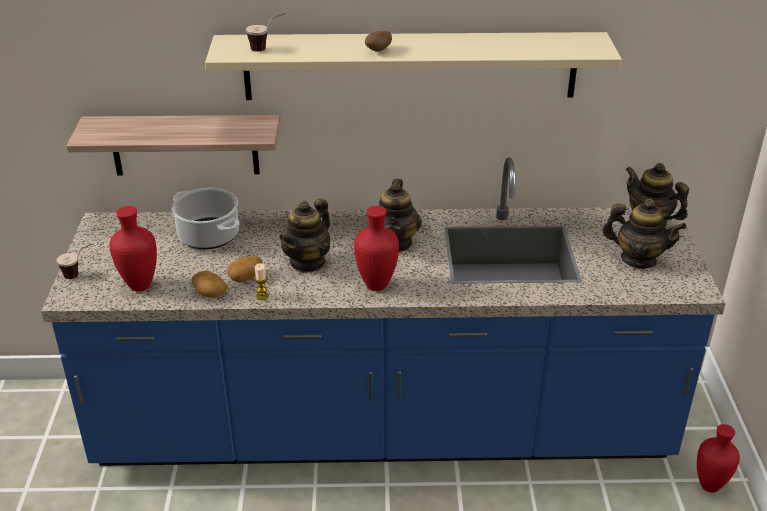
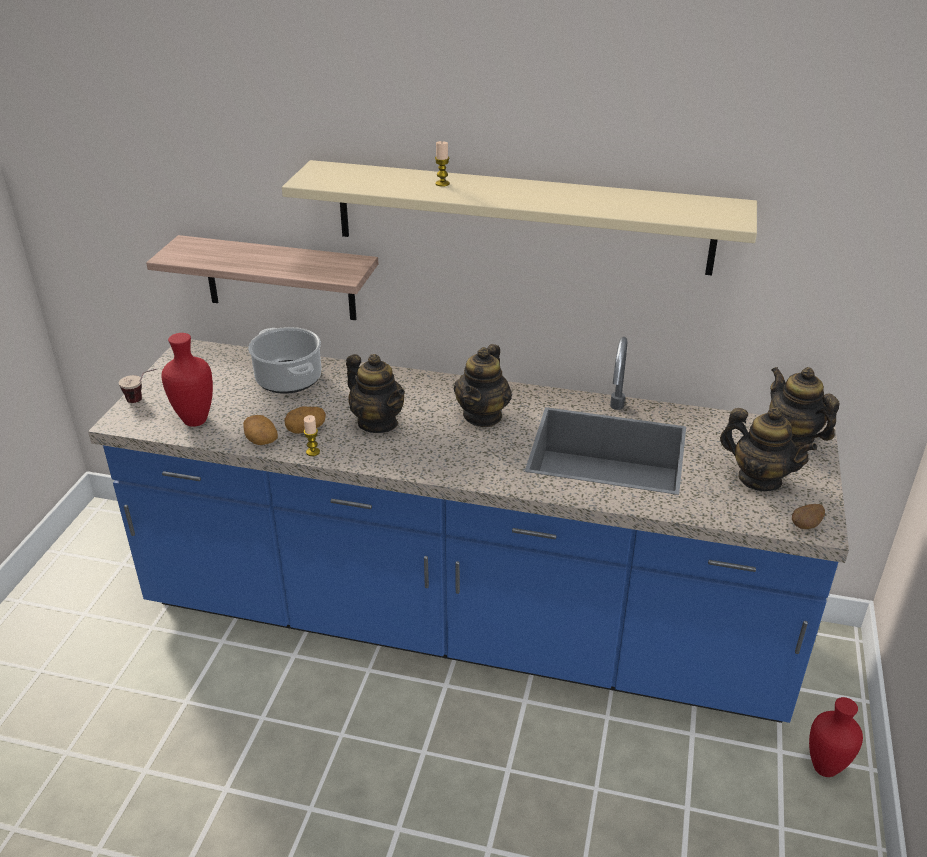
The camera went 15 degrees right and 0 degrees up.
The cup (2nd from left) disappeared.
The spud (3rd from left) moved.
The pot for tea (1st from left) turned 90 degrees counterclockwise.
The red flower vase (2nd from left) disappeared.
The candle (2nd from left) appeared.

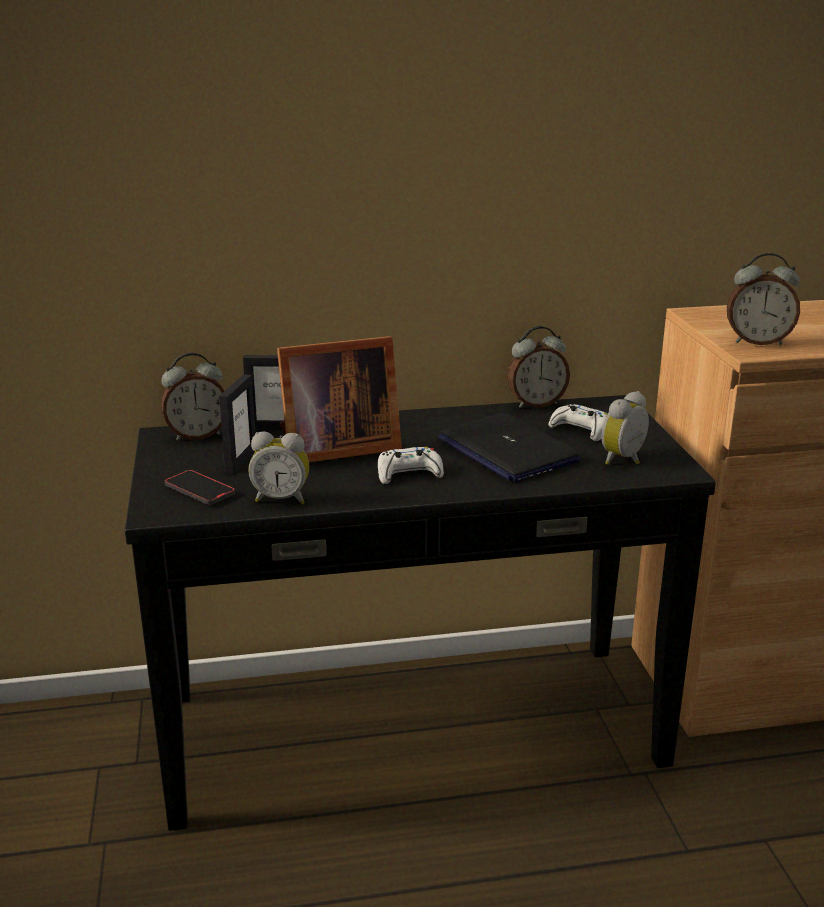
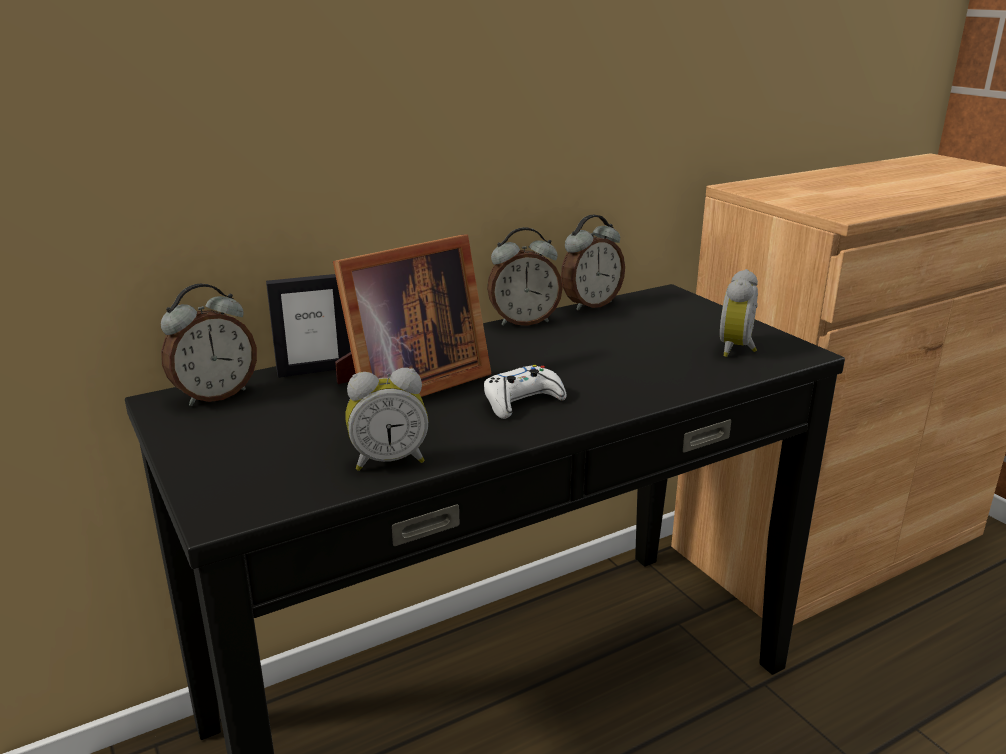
The camera went 20 degrees left and 0 degrees up.
The bedside clock (5th from left in the first image) moved.
The picture frame (1st from left) disappeared.
The whitish game controller (2nd from left) disappeared.
The notebook computer disappeared.
The handset disappeared.

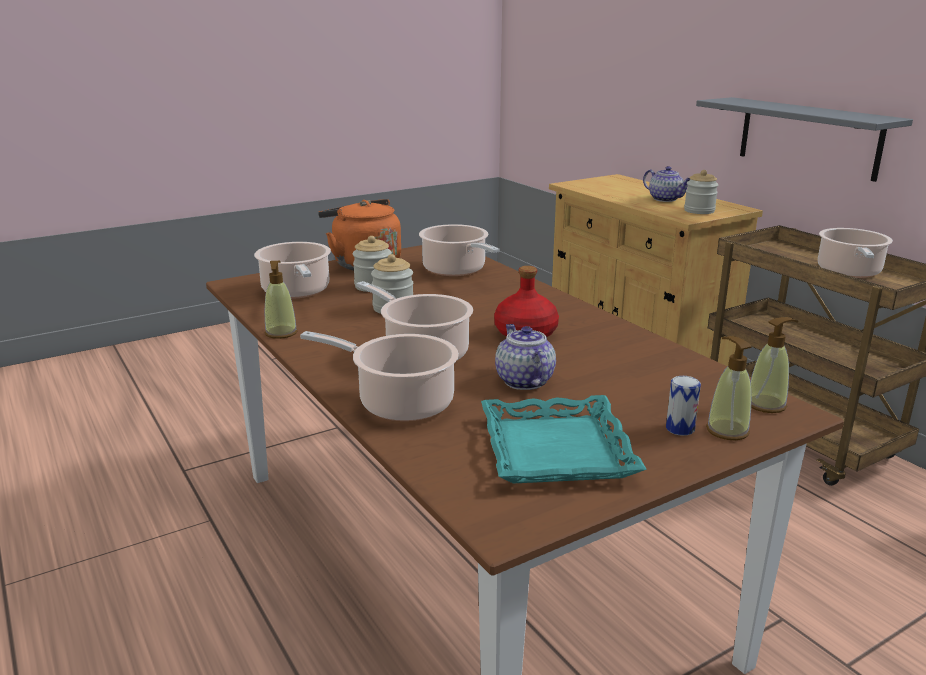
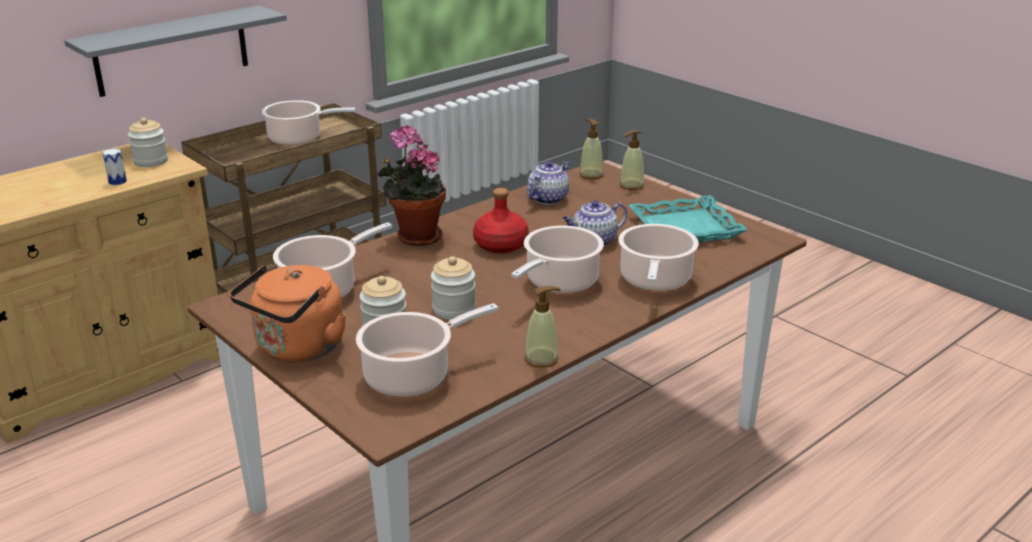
The camera went 100 degrees left and 5 degrees up.
The pot for tea (2nd from left in the first image) moved.
The can moved.
The houseplant appeared.

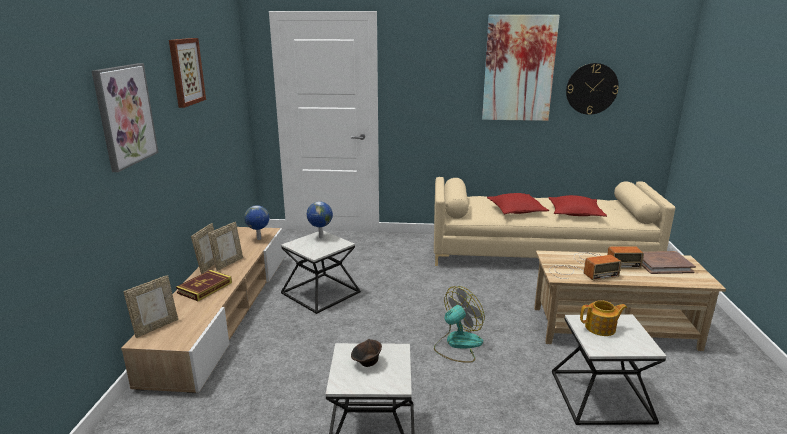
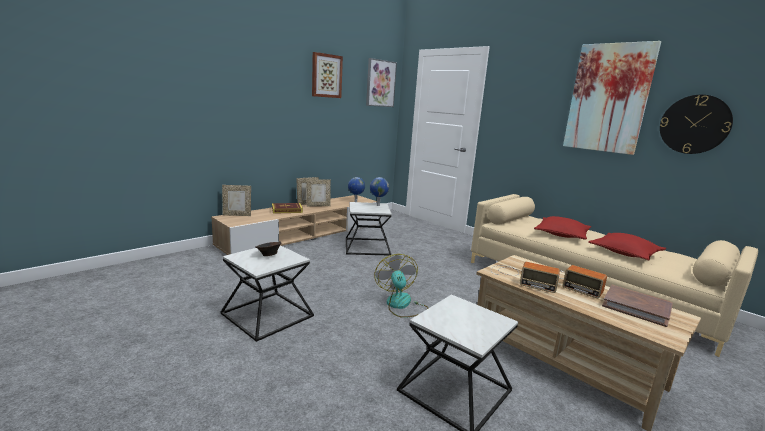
The camera went 40 degrees right and 5 degrees down.
The wall picture (1st from left in the first image) moved.
The fan turned 105 degrees counterclockwise.
The pot for tea disappeared.

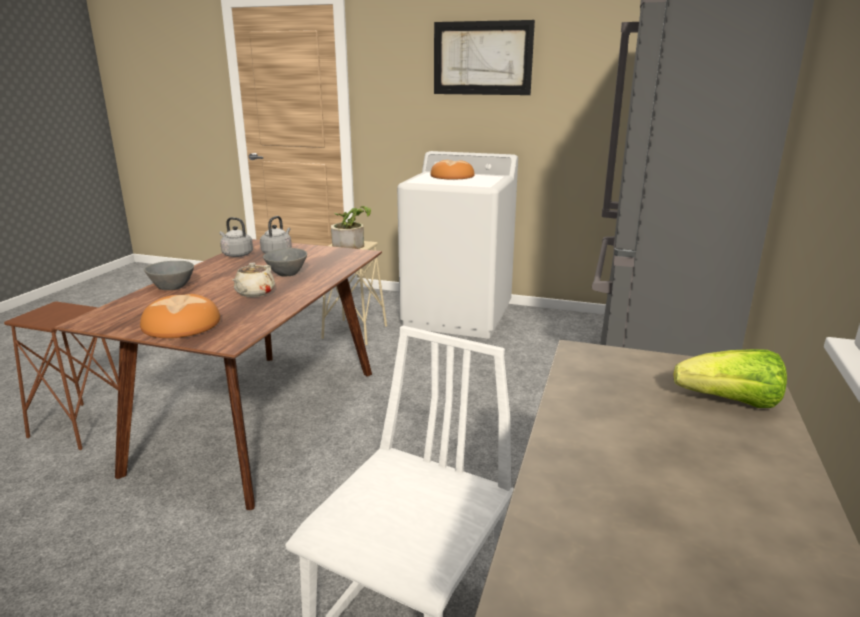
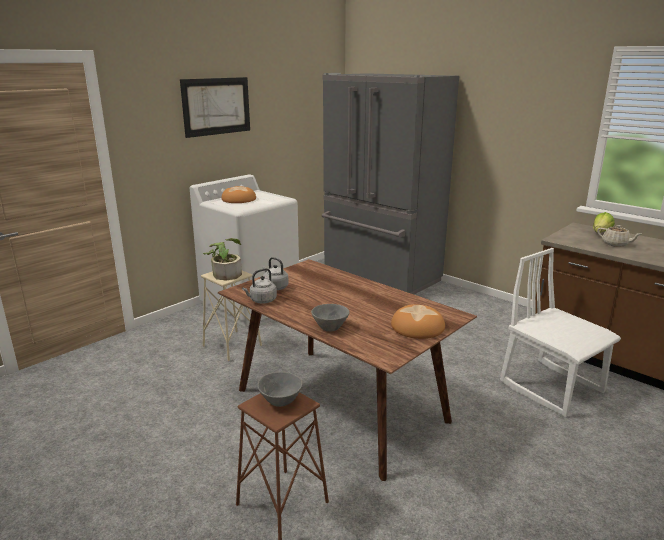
The camera went 65 degrees left and 0 degrees up.
The greyish serving bowl (2nd from left in the first image) moved.
The sand-coloured pot for tea moved.

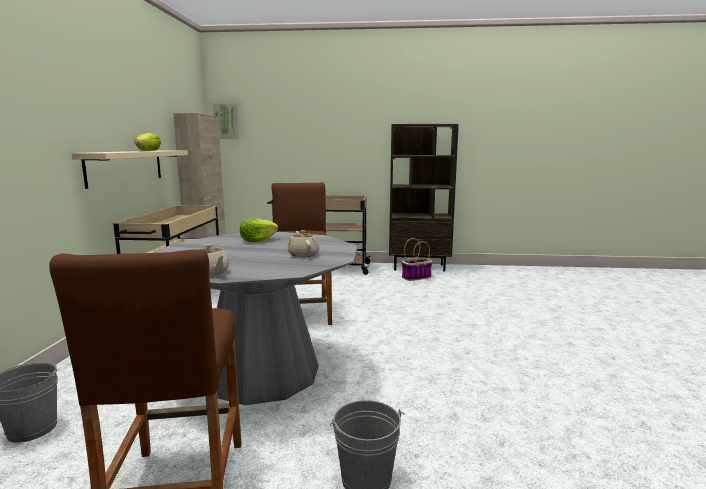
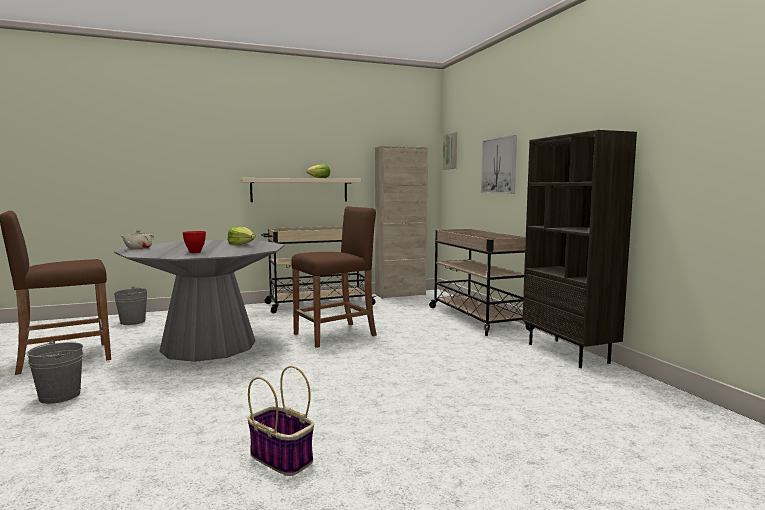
The camera went 65 degrees right and 5 degrees down.
The sand-coloured pot for tea (2nd from left) was replaced by the red serving bowl.
The basket moved.
The wall picture (2nd from left) appeared.

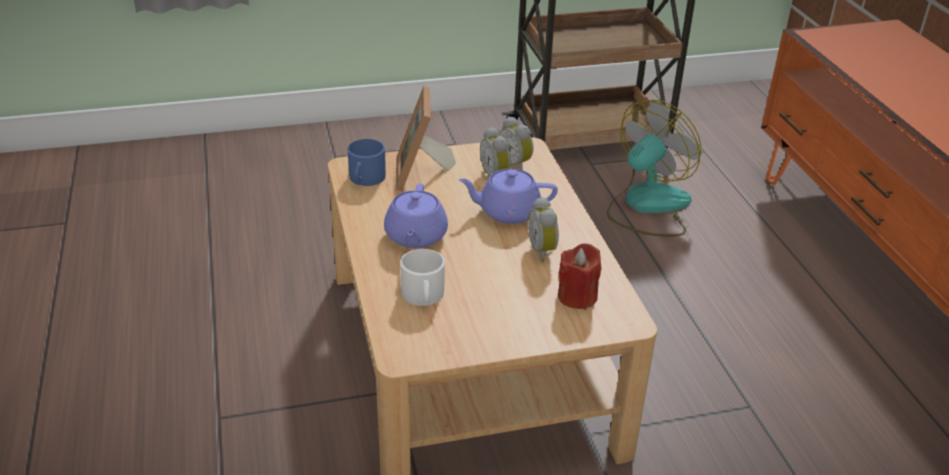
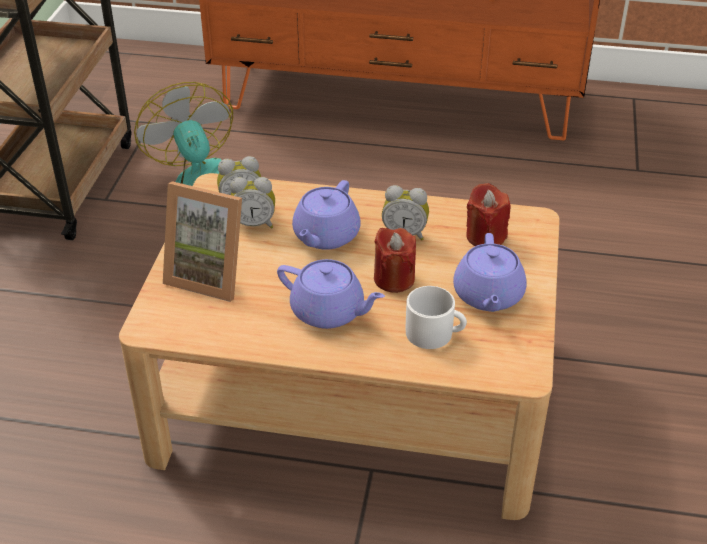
The camera went 65 degrees left and 5 degrees up.
The blue-coloured coffee mug disappeared.
The red candle (1st from left) appeared.
The purplish pot for tea (3rd from left) appeared.

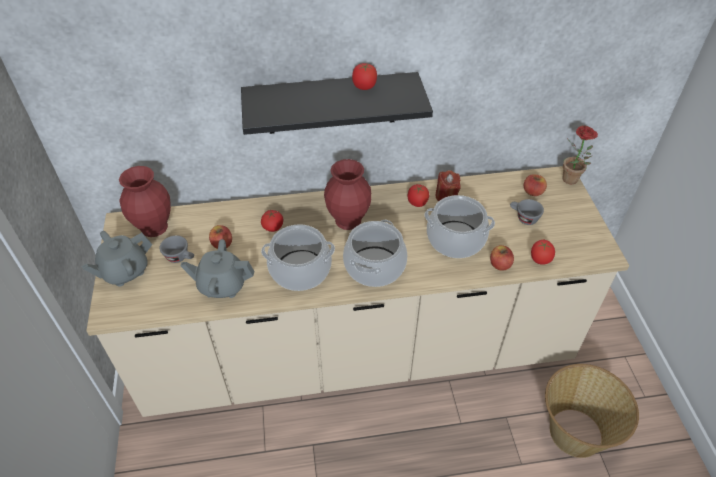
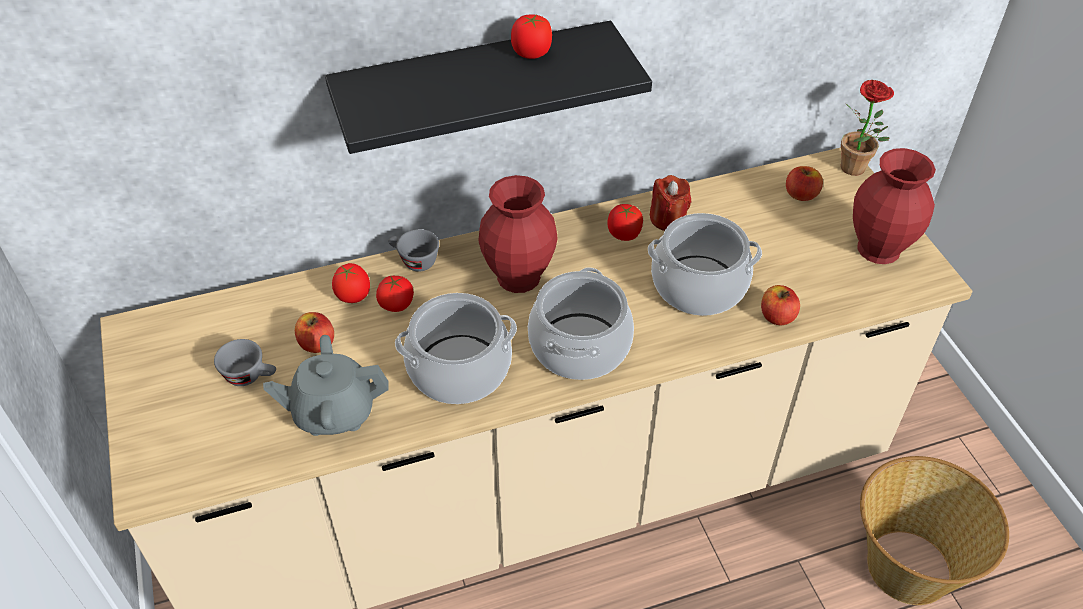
The camera went 10 degrees left and 0 degrees up.
The red flower vase (1st from left in the first image) moved.
The greyish cup (2nd from left) moved.
The greyish pot for tea (1st from left) disappeared.
The tomato (4th from left in the first image) moved.

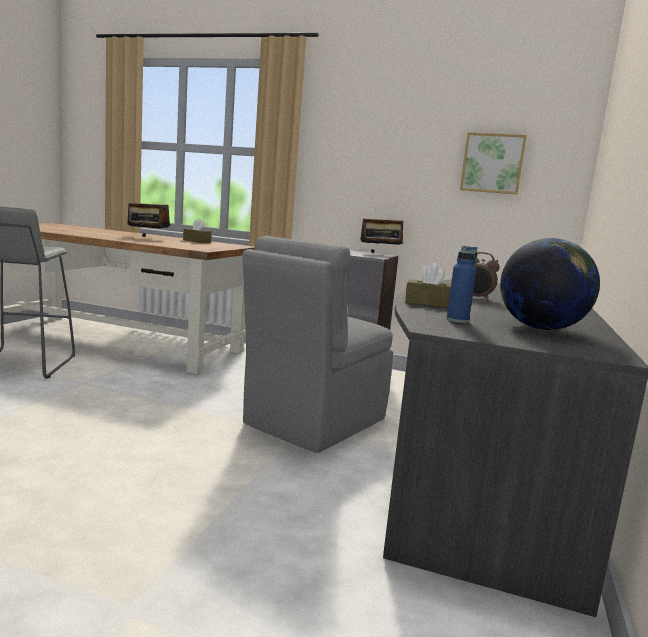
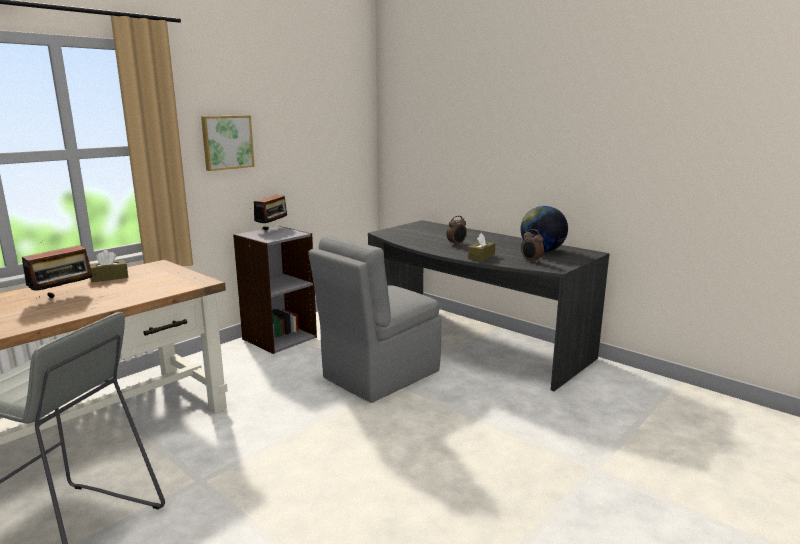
The camera went 65 degrees left and 5 degrees up.
The wall picture moved.
The greyish upright chair turned 75 degrees clockwise.
The blue-coloured beverage bottle was replaced by the bedside clock (2nd from left).

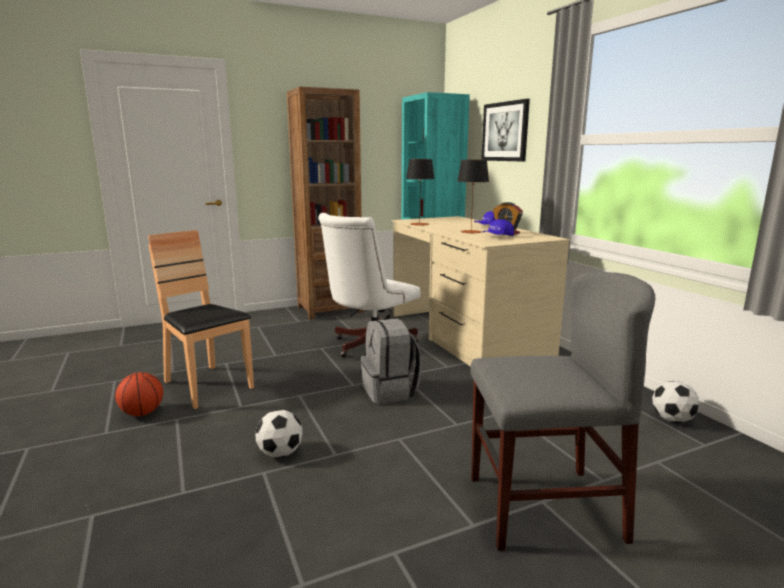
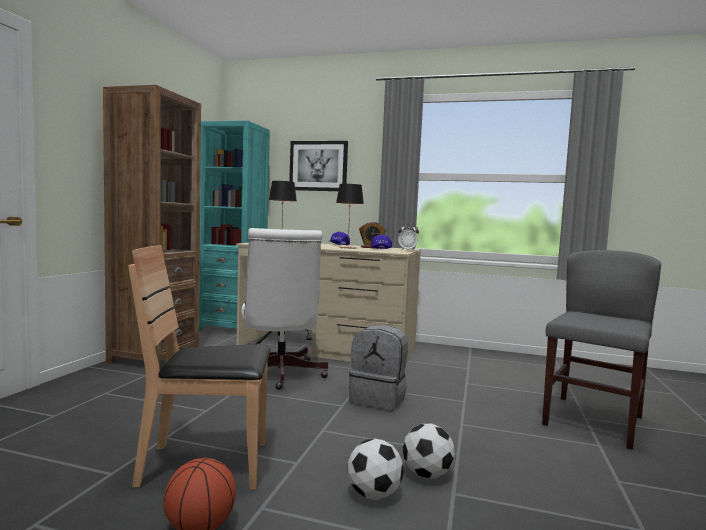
The camera went 50 degrees left and 10 degrees down.
The football ball (2nd from left in the first image) moved.
The bedside clock (2nd from left) appeared.

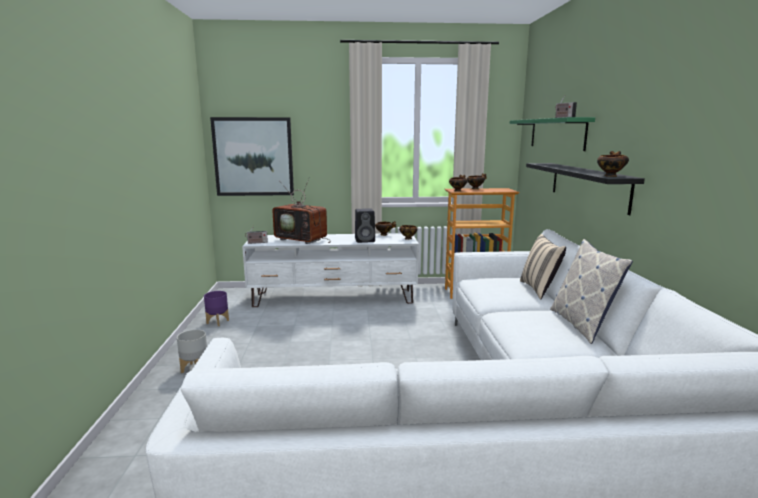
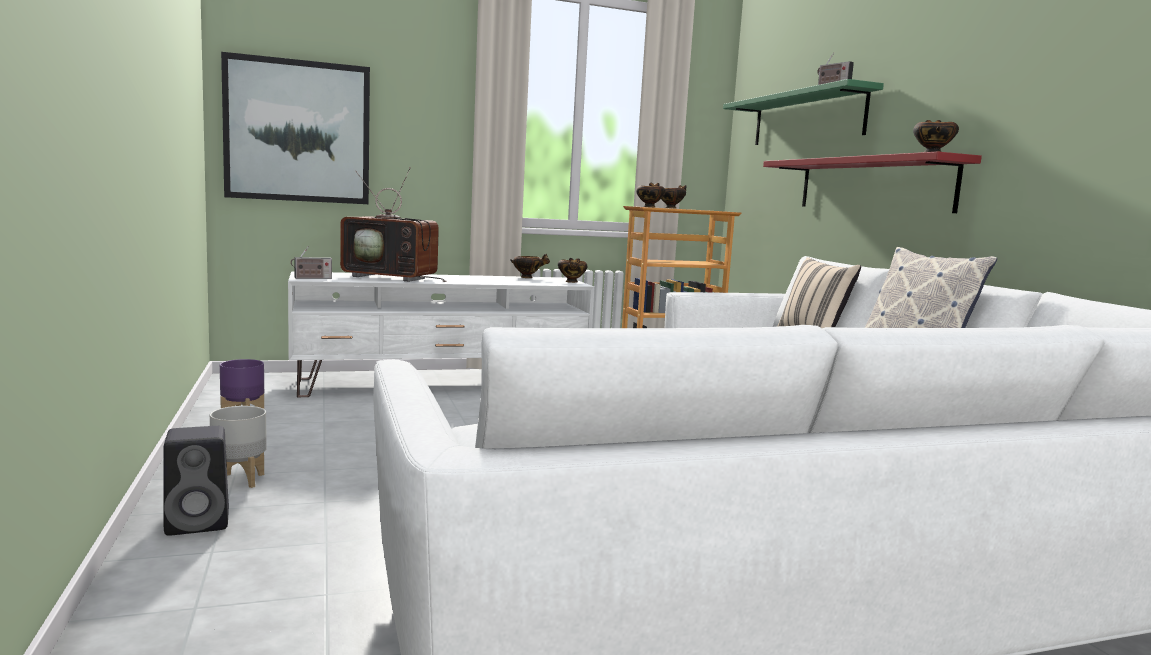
The camera went 15 degrees left and 5 degrees down.
The black bracket shelf became the red bracket shelf.
The black loudspeaker moved.

